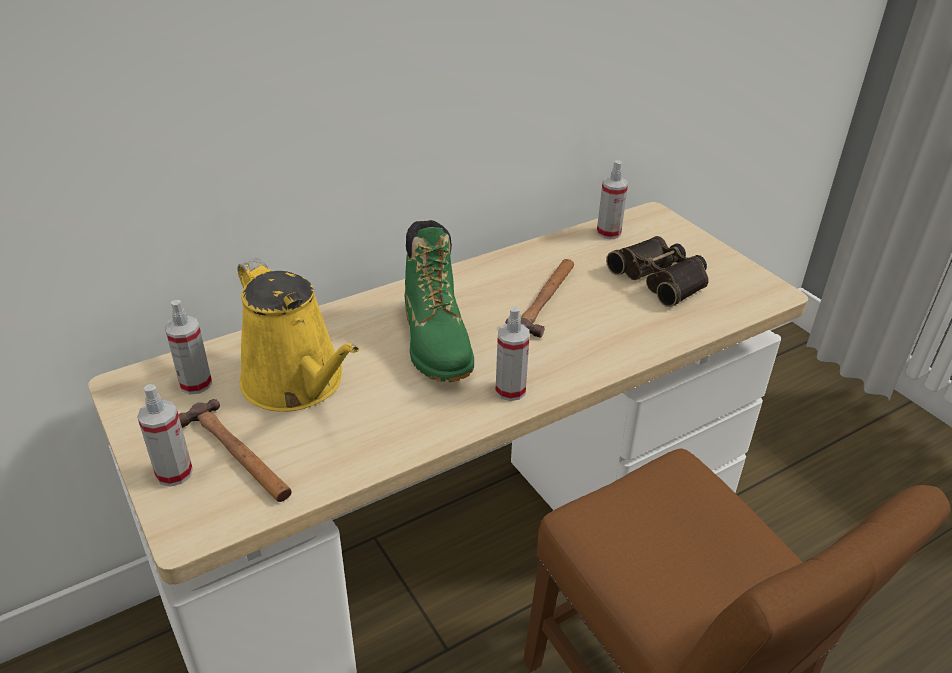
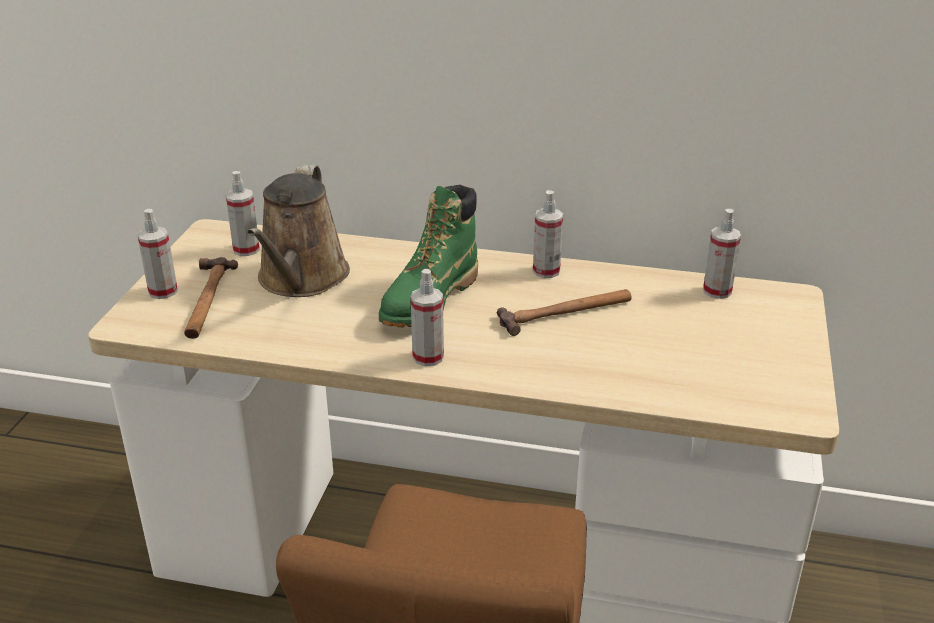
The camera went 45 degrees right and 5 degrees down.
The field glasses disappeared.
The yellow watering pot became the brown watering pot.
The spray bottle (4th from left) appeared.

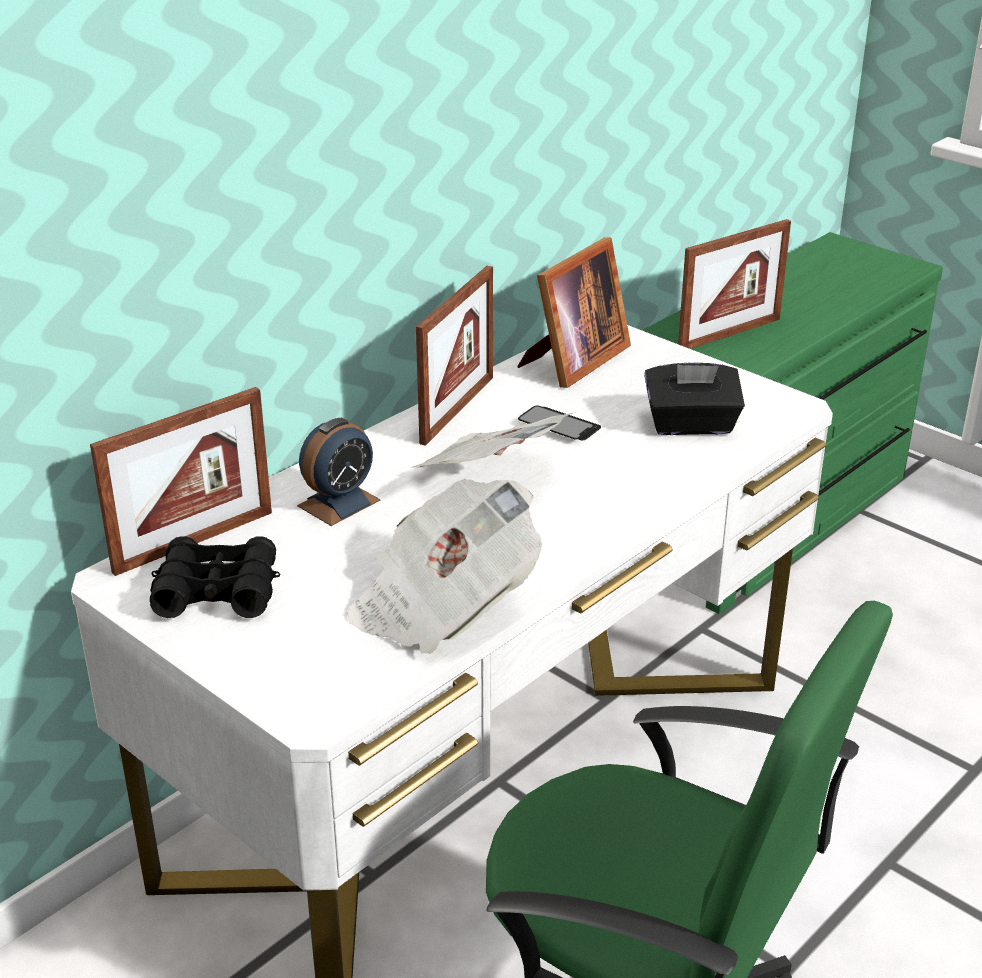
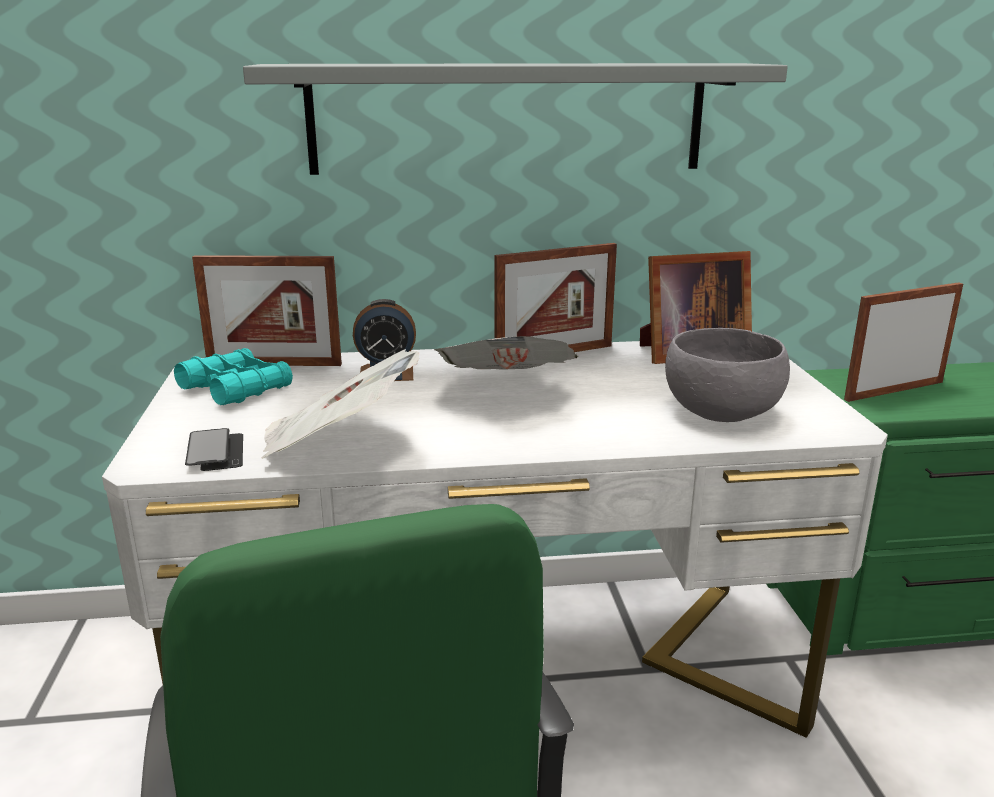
The camera went 40 degrees right and 10 degrees down.
The picture frame (4th from left) turned 150 degrees clockwise.
The black tissue box was replaced by the greyish serving bowl.
The handset moved.
The black field glasses became the blue-green field glasses.
The greyish bracket shelf appeared.

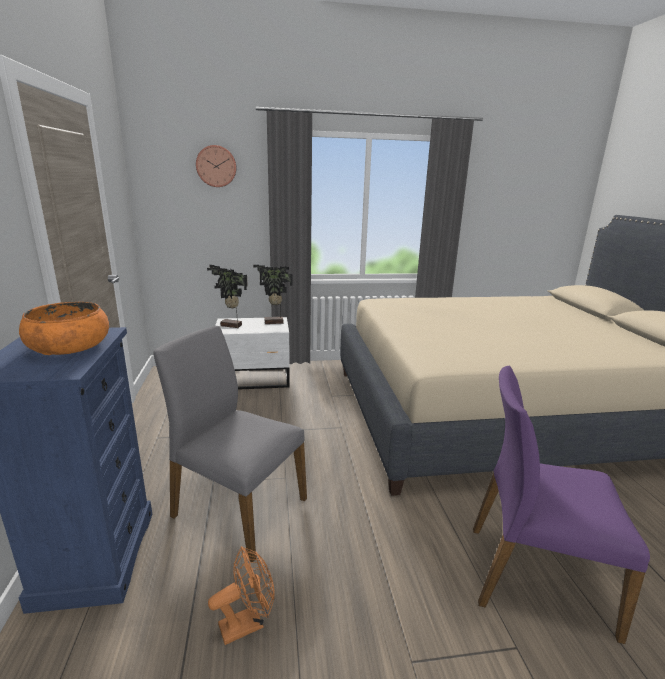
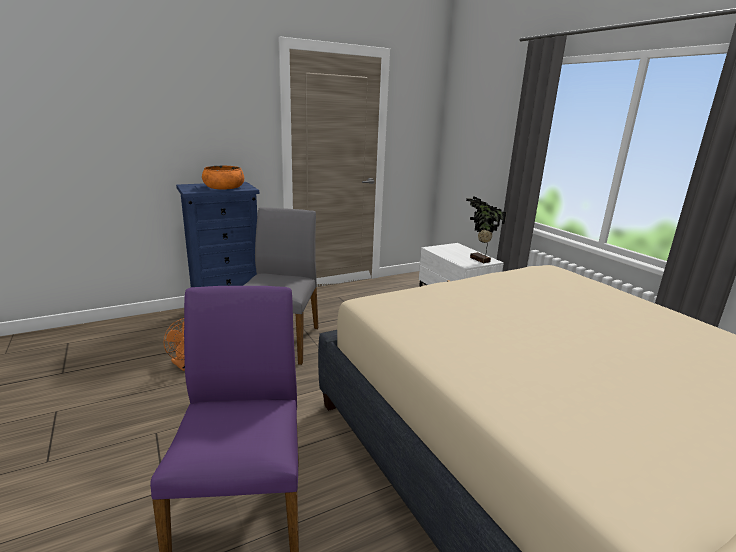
The camera went 70 degrees right and 0 degrees up.
The wall clock disappeared.
The houseplant (1st from left) disappeared.

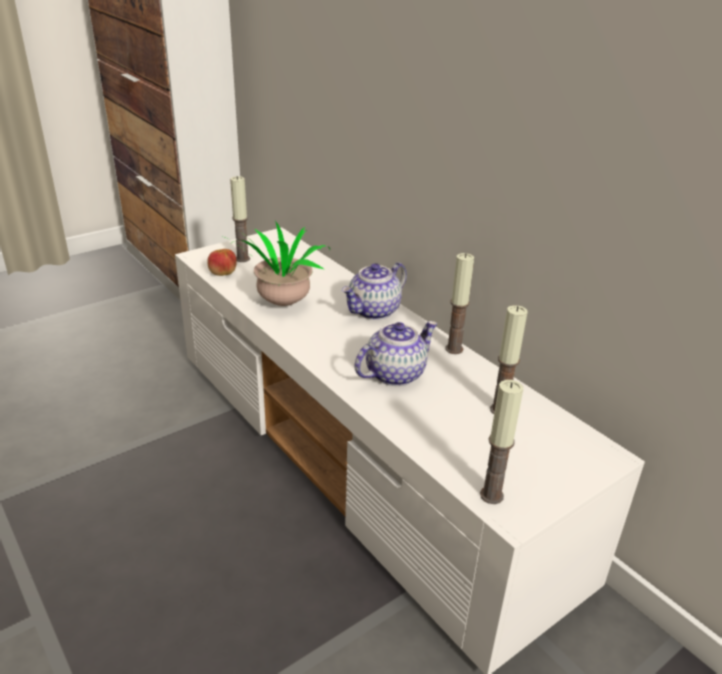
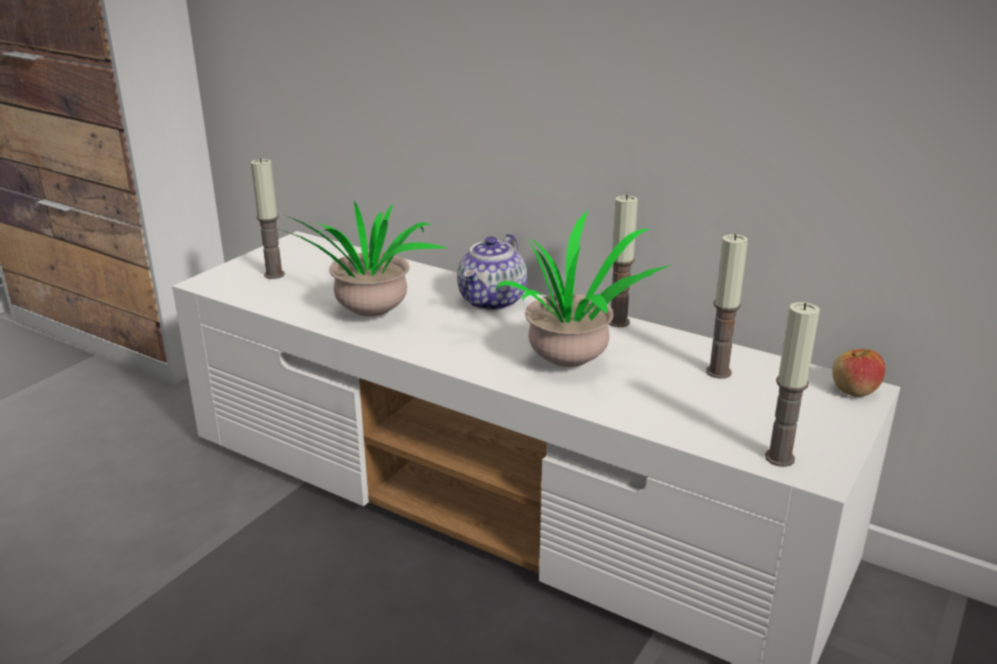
The camera went 20 degrees left and 5 degrees down.
The apple fruit moved.
The pot for tea (2nd from left) was replaced by the houseplant (2nd from left).

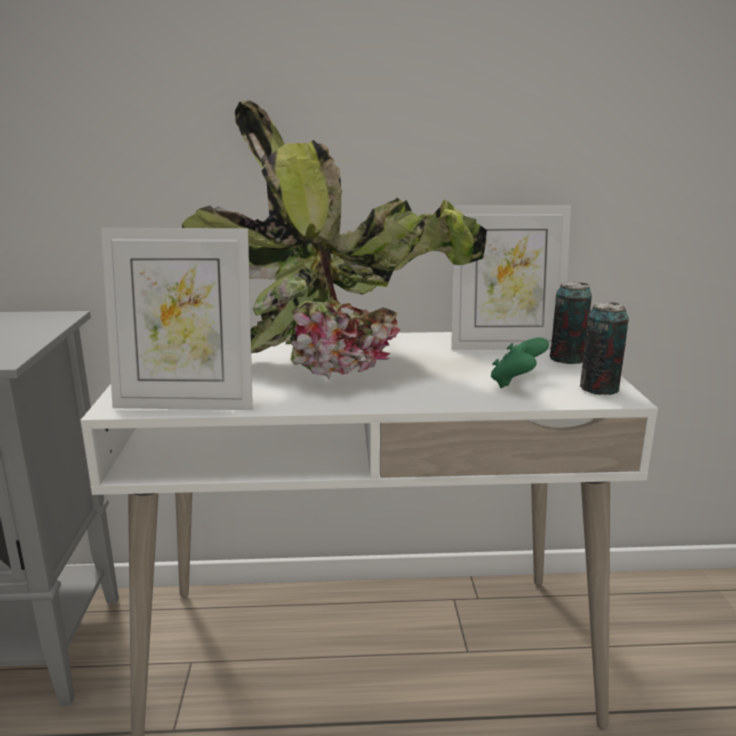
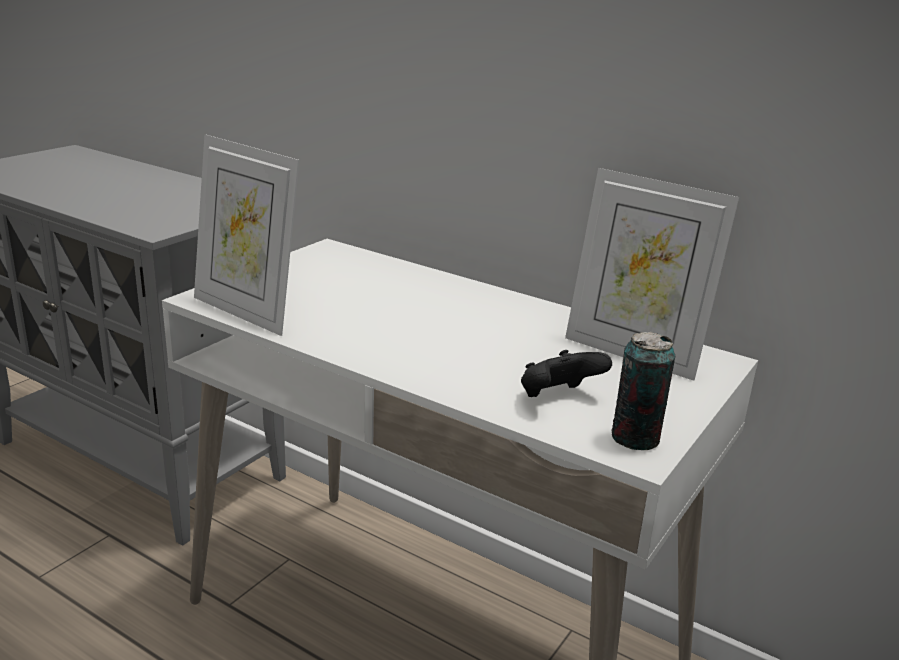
The camera went 35 degrees right and 5 degrees up.
The houseplant disappeared.
The can (1st from left) disappeared.
The greenish game controller became the black game controller.

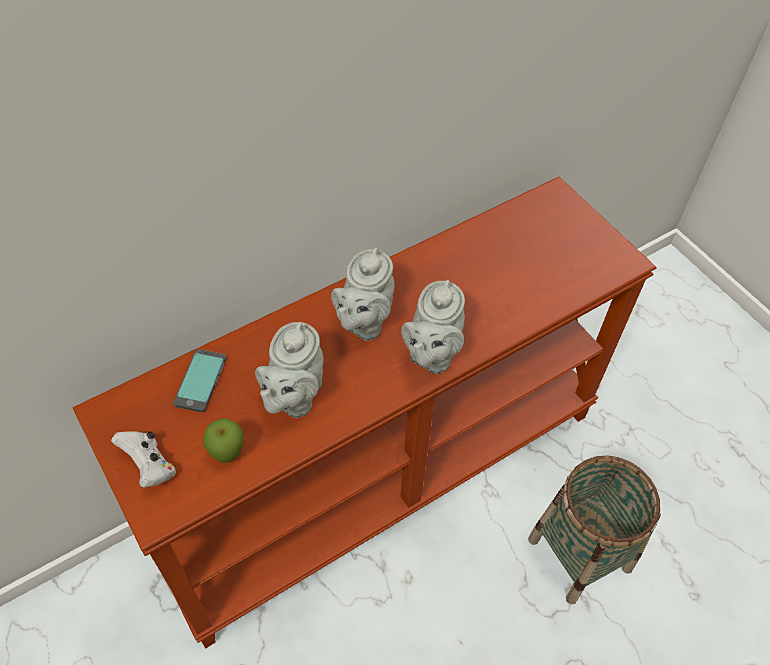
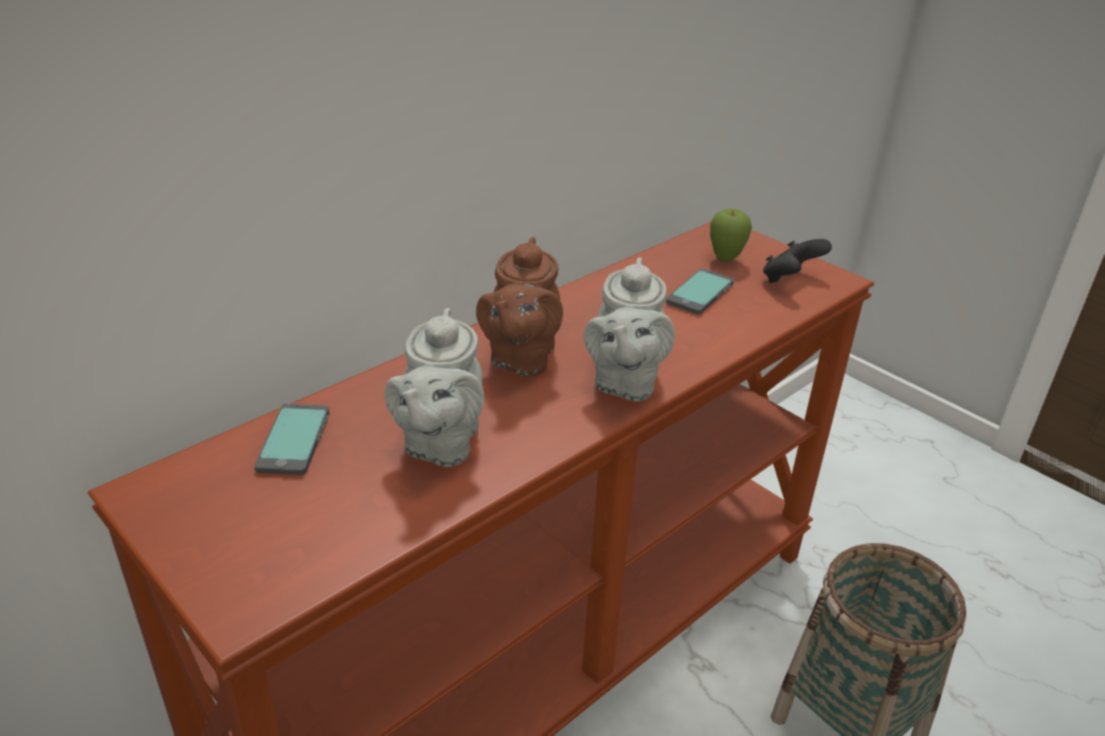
The camera went 10 degrees left and 20 degrees down.
The greyish pot for tea (2nd from left) became the brown pot for tea.
The apple fruit moved.
The whitish game controller disappeared.
The black game controller appeared.
The handset (2nd from left) appeared.

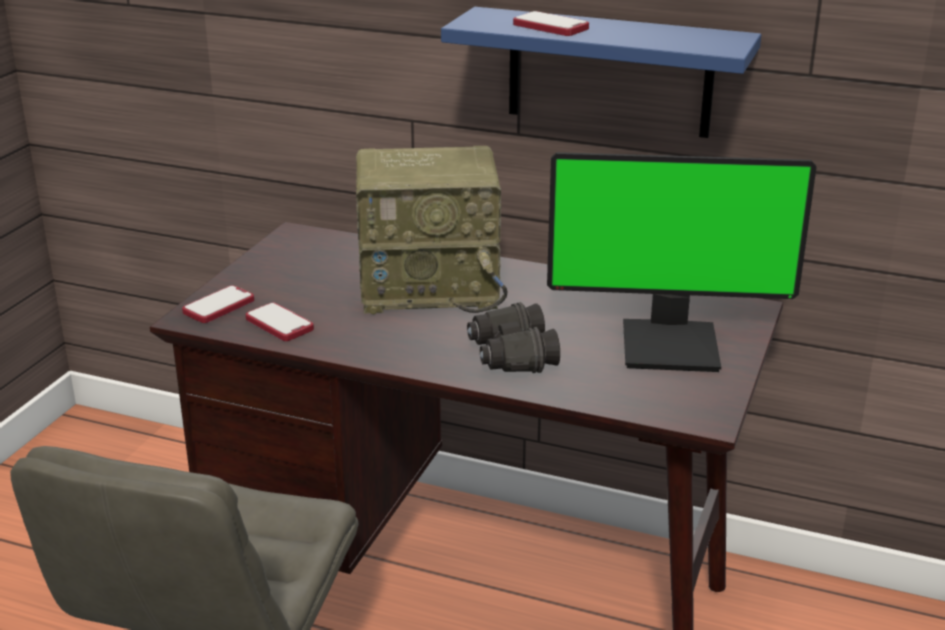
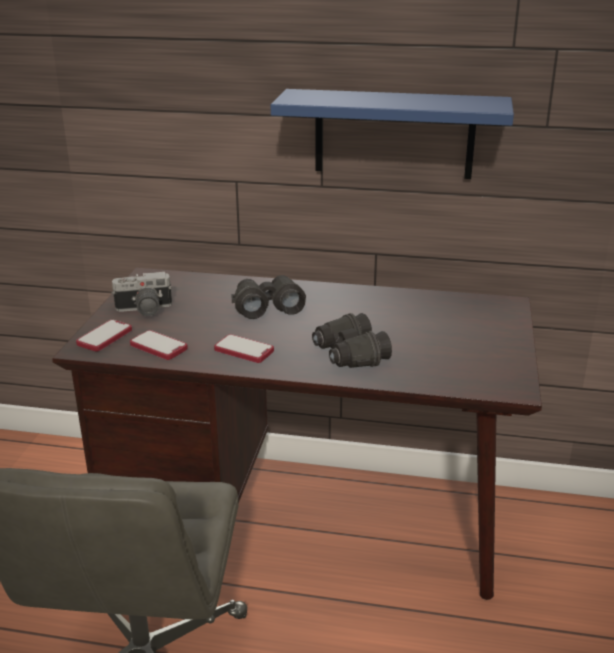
The camera went 10 degrees left and 0 degrees up.
The handset (3rd from left) moved.
The radio receiver was replaced by the black field glasses (1st from left).
The monitor disappeared.
The still camera appeared.

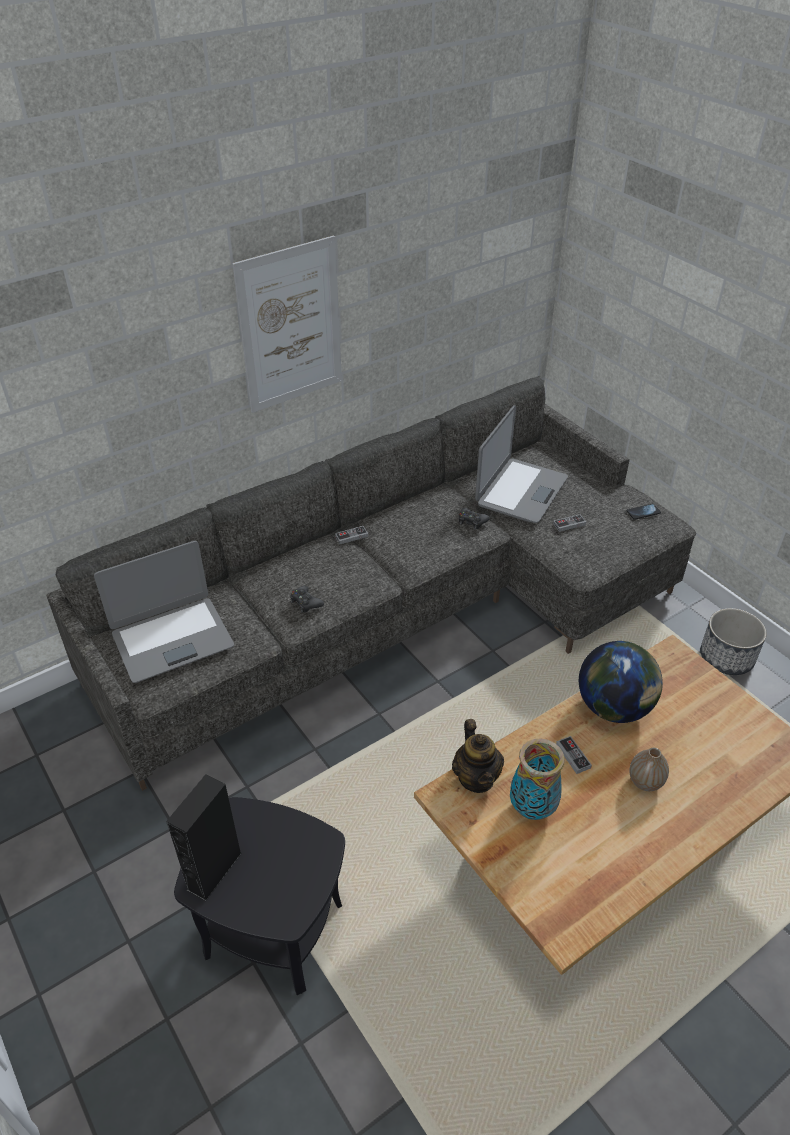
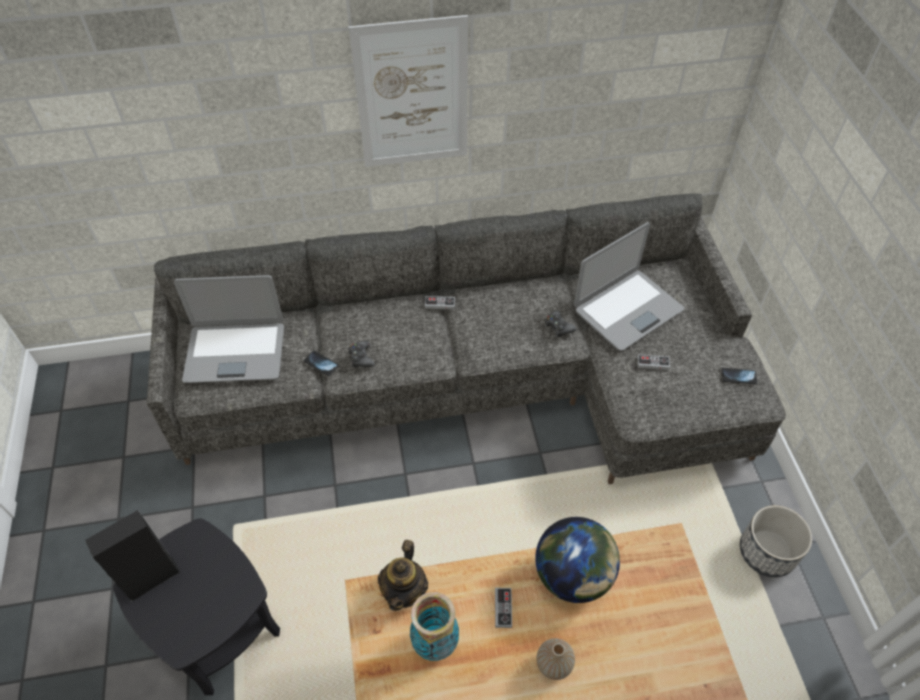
The camera went 25 degrees right and 10 degrees up.
The handset (1st from left) appeared.

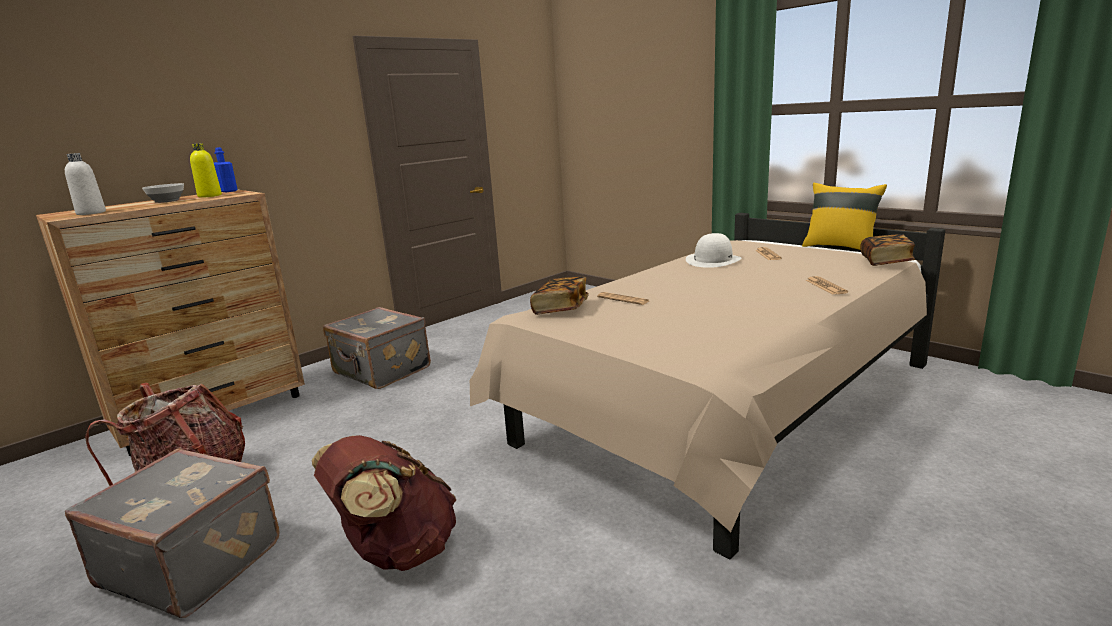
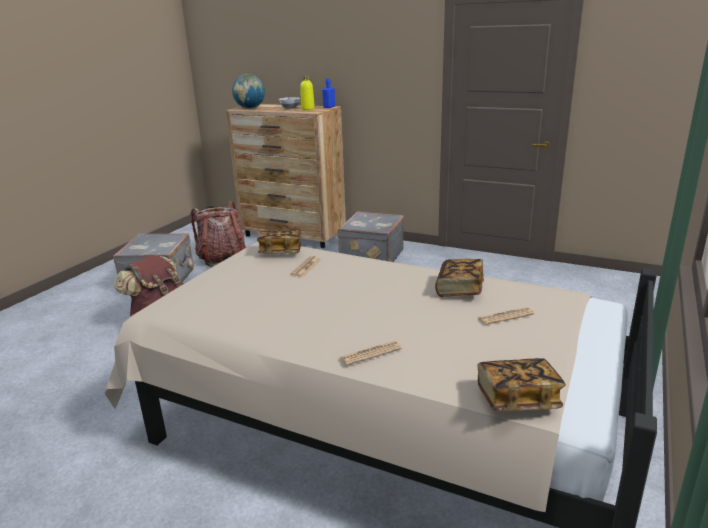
The camera went 70 degrees right and 5 degrees up.
The whitish beverage bottle was replaced by the world globe.
The yellow throw pillow disappeared.
The whitish clothing hat was replaced by the bound book (2nd from left).

